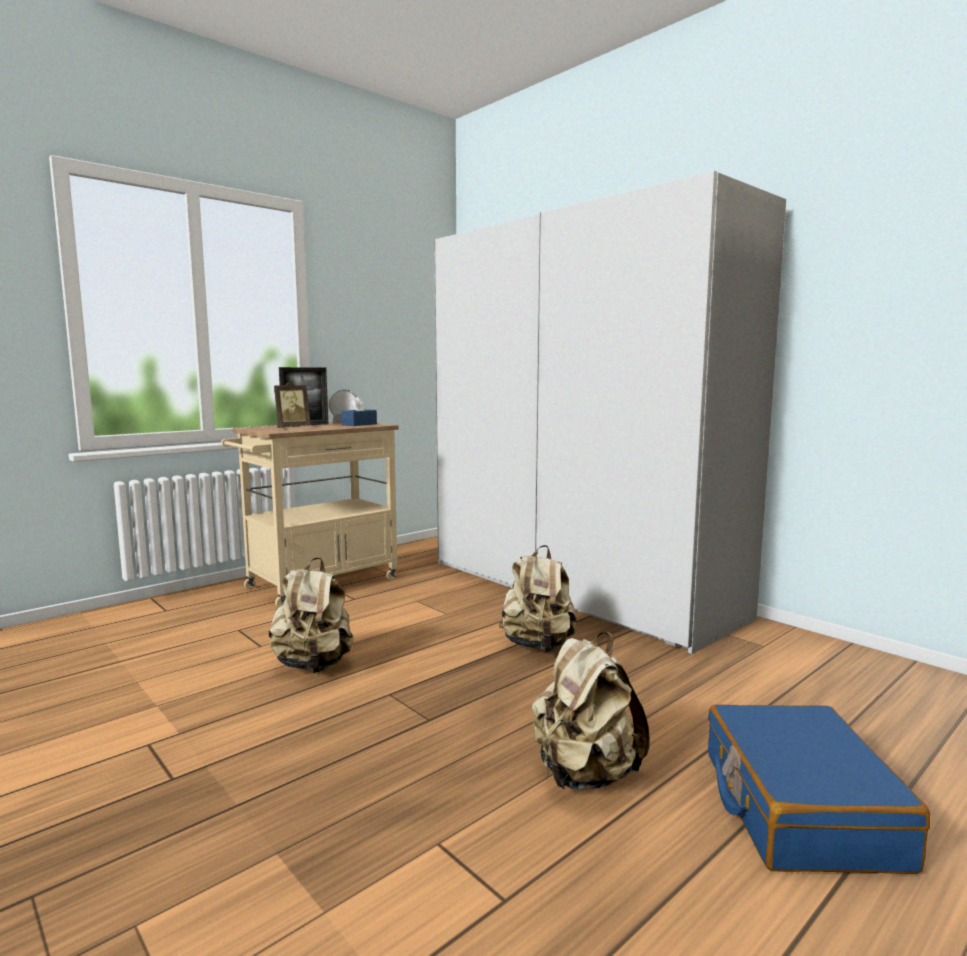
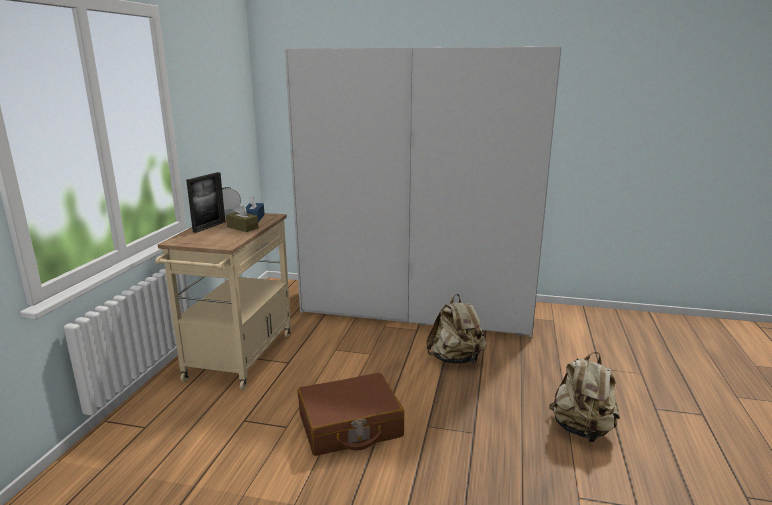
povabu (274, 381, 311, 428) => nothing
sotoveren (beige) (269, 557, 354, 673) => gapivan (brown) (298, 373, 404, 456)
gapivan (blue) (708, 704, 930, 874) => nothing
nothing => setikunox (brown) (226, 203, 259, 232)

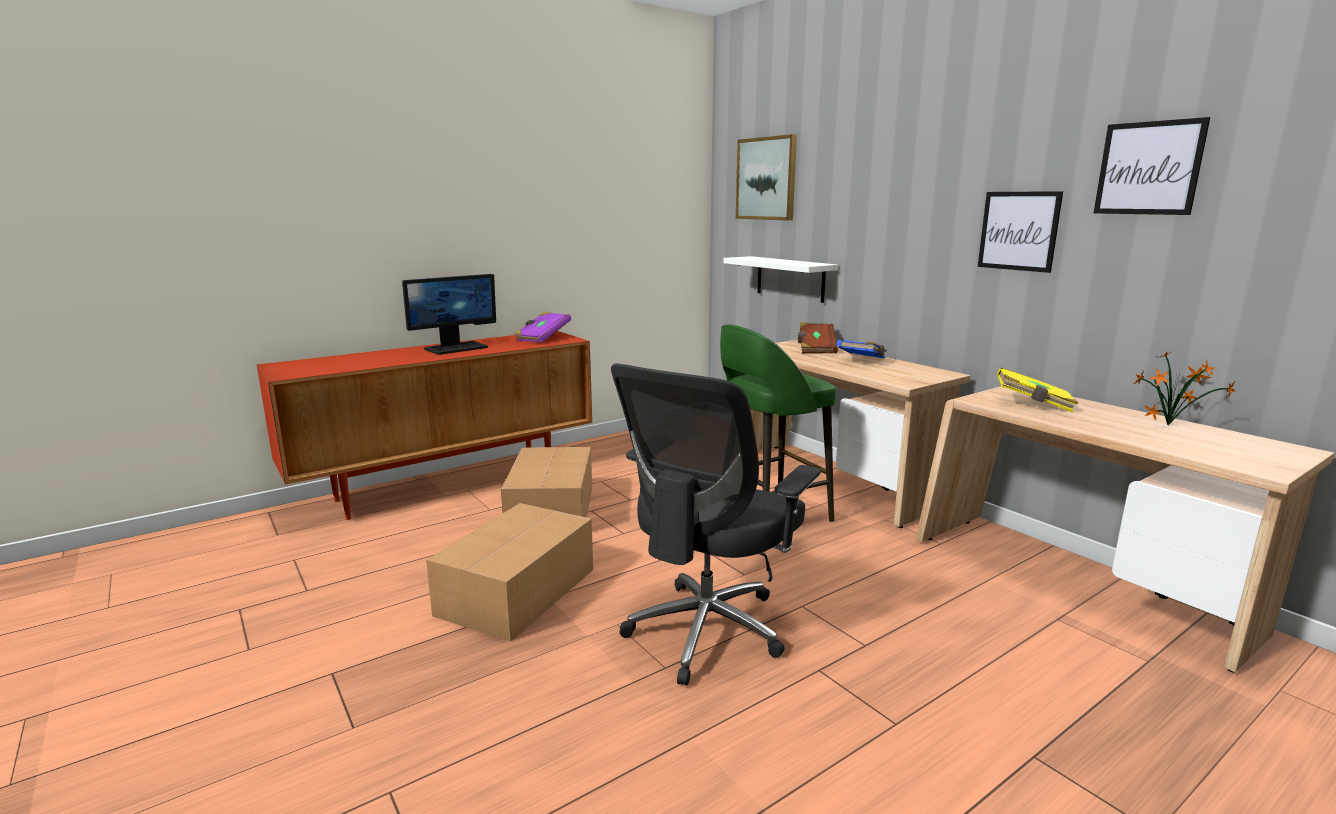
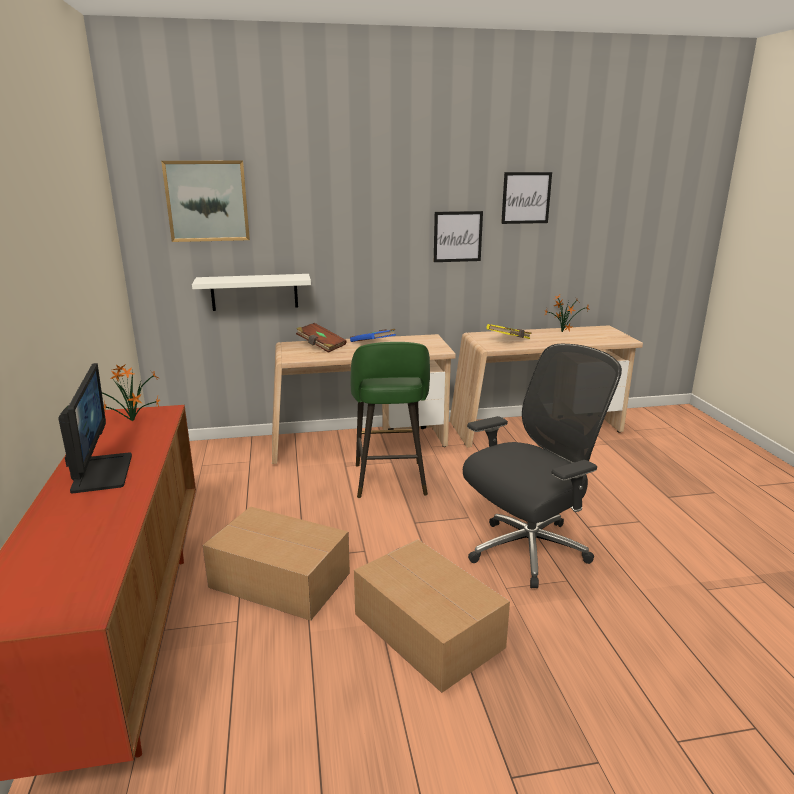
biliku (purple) (514, 312, 571, 343) => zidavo (102, 364, 160, 422)
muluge (611, 363, 821, 685) => muluge (463, 344, 622, 588), 90 degrees counterclockwise

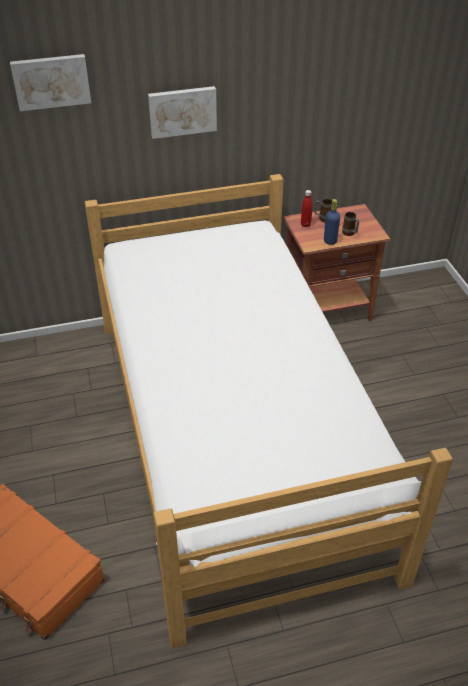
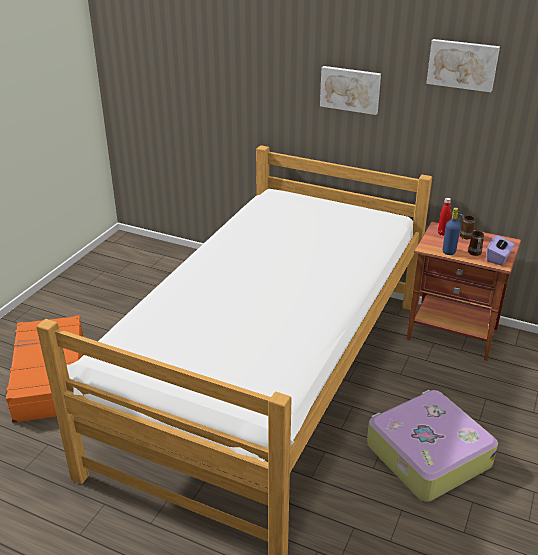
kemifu (10, 54, 91, 111) => kemifu (426, 39, 500, 92), moved
nothing => setikunox (purple) (486, 235, 515, 266)
nothing => gapivan (367, 390, 498, 502)

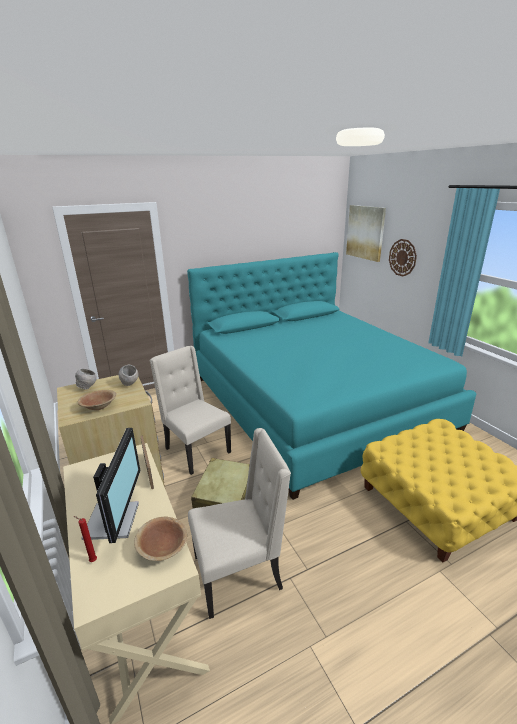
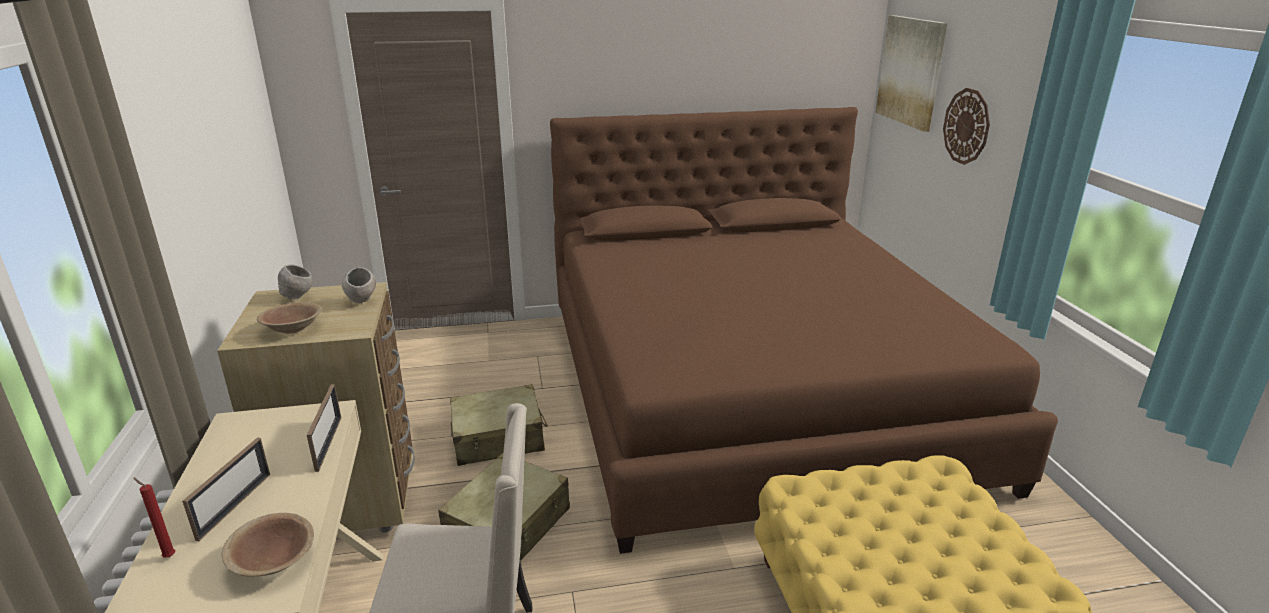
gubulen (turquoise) (187, 252, 476, 500) => gubulen (brown) (550, 107, 1058, 554)
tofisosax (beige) (150, 346, 231, 475) => gapivan (beige) (450, 384, 548, 466)
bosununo (81, 428, 141, 543) => povabu (182, 438, 270, 541)

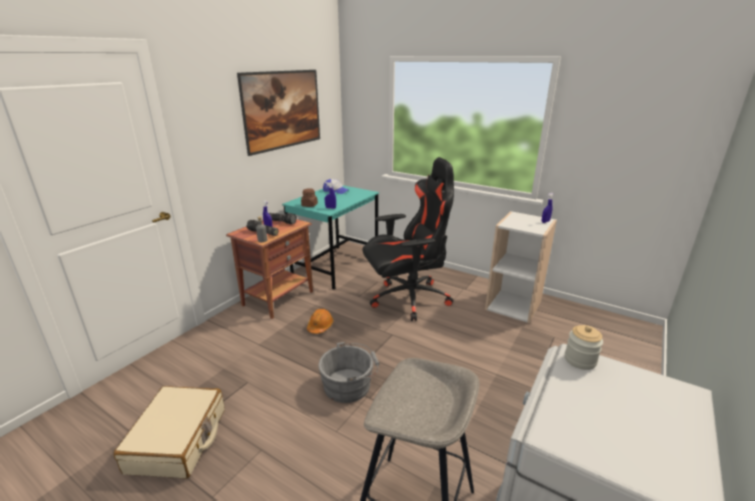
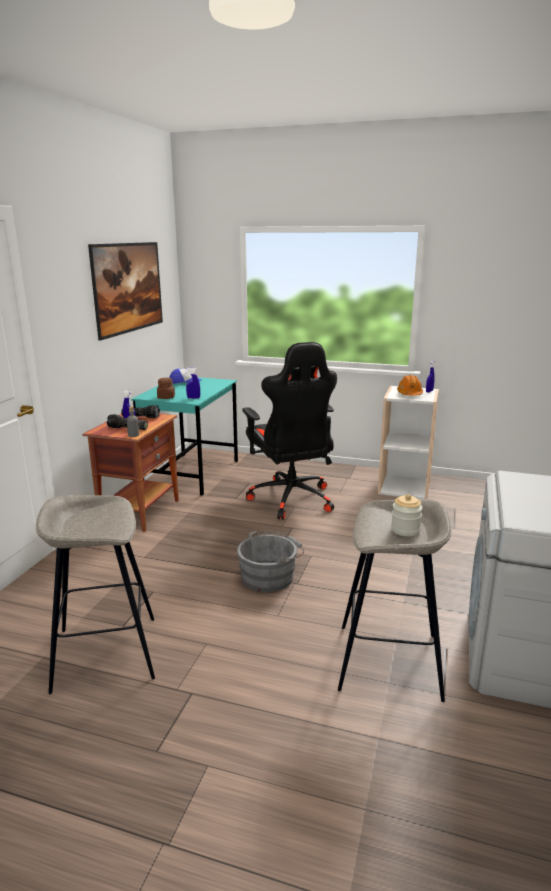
muluge (black) (362, 157, 454, 321) => muluge (black) (242, 342, 337, 520), 105 degrees clockwise
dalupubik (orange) (307, 309, 334, 334) => dalupubik (orange) (397, 375, 423, 396), moved
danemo (565, 325, 603, 370) => danemo (391, 494, 422, 536), moved
gapivan (beige) (114, 386, 225, 479) => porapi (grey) (36, 495, 155, 694)

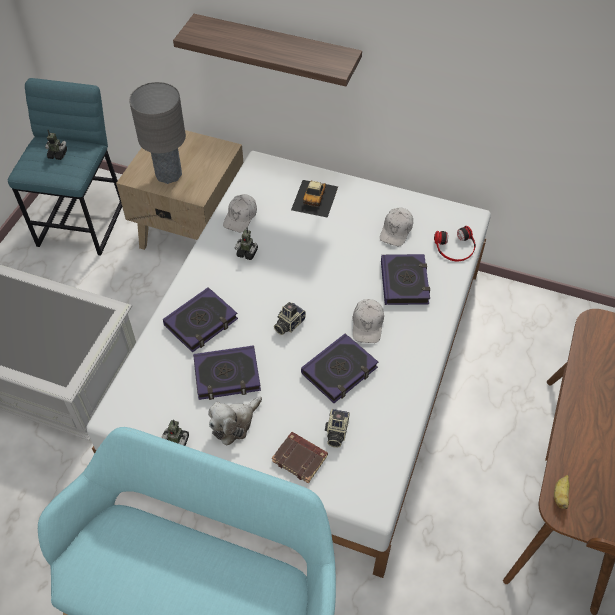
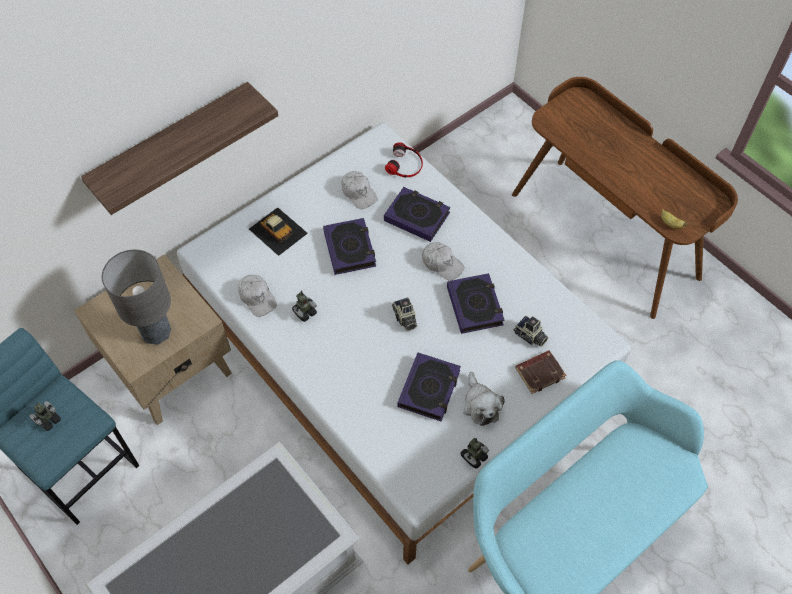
biliku (163, 287, 238, 353) => biliku (323, 218, 376, 275), moved

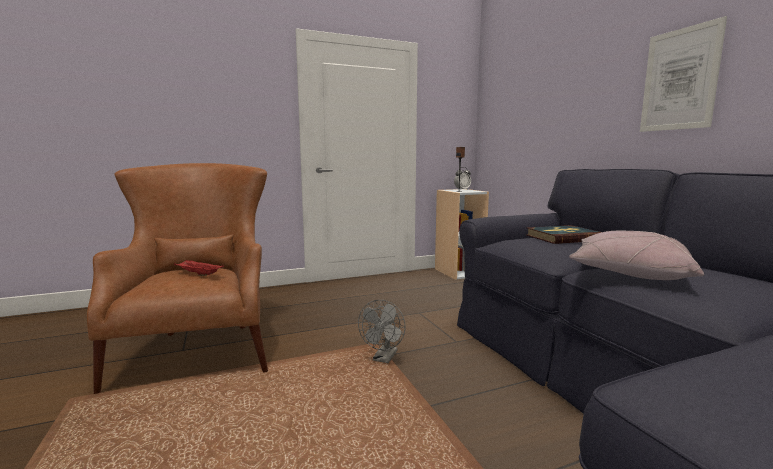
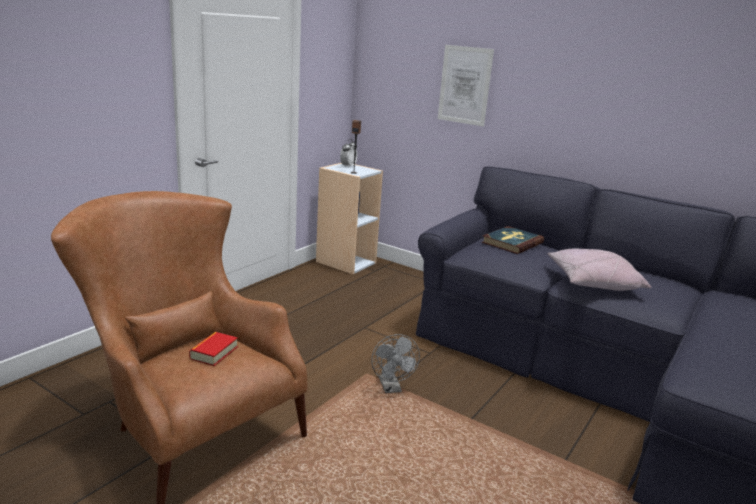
kemifu (640, 16, 727, 132) => kemifu (438, 45, 494, 126), moved
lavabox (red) (174, 259, 224, 276) => biliku (189, 332, 238, 366)

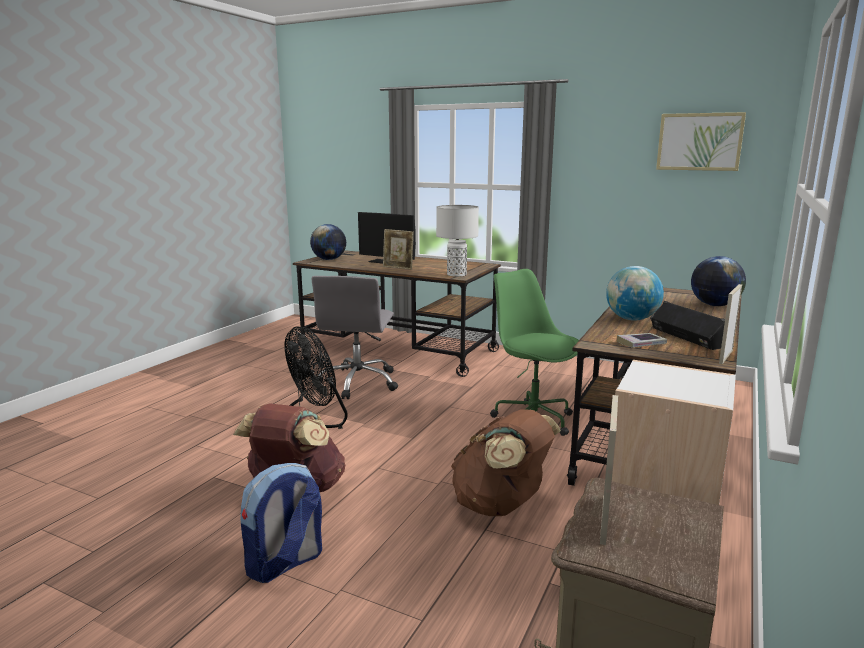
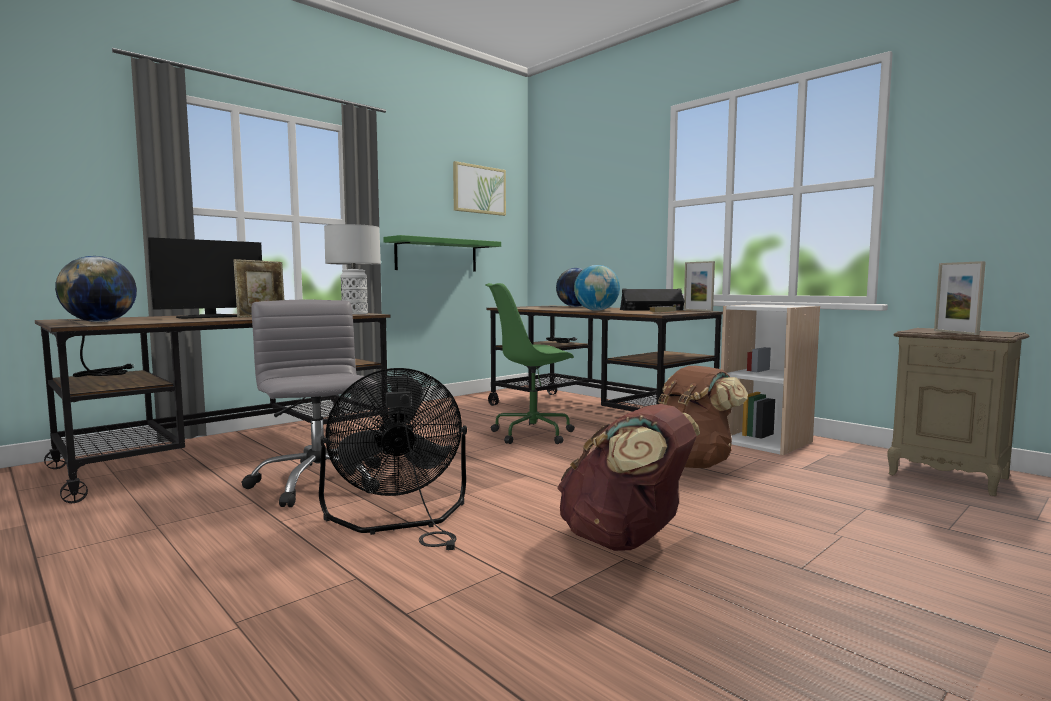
muluge (grey) (311, 276, 398, 399) => muluge (grey) (241, 299, 381, 507), 150 degrees counterclockwise
povabu (600, 395, 618, 545) => povabu (934, 261, 986, 335), 45 degrees clockwise
sotoveren (240, 463, 322, 583) => nothing
nothing => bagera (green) (383, 235, 501, 272)

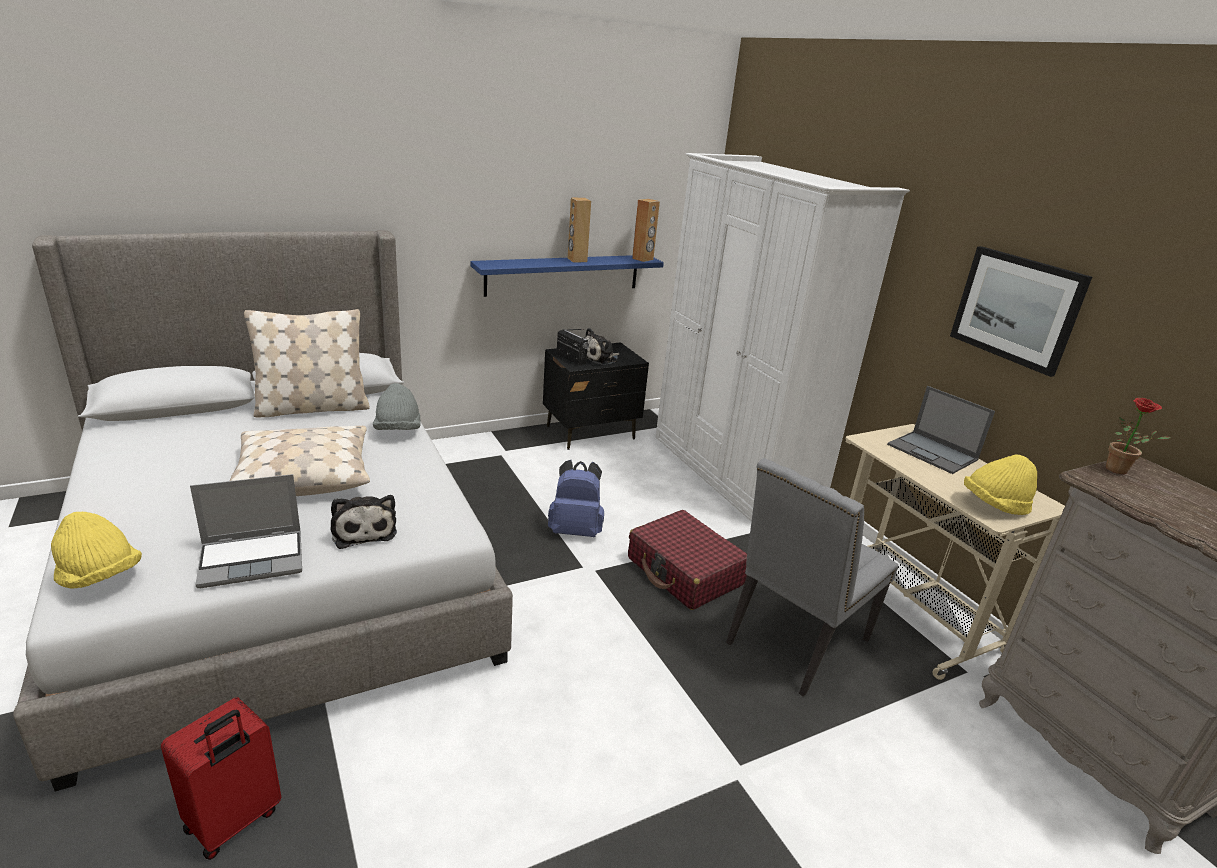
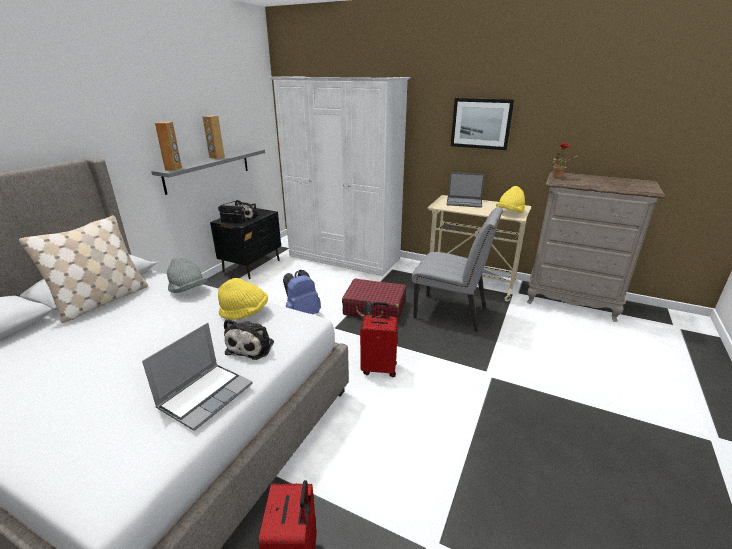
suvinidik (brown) (632, 199, 660, 262) => suvinidik (brown) (155, 122, 182, 171), moved
bagera (blue) (471, 255, 664, 297) => bagera (grey) (151, 148, 265, 195)
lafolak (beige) (230, 426, 370, 496) => nothing
tofisosax (grey) (726, 458, 898, 697) => tofisosax (grey) (412, 207, 503, 332), 75 degrees counterclockwise
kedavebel (330, 495, 397, 549) => kedavebel (224, 319, 274, 360), 75 degrees clockwise
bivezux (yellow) (51, 511, 142, 589) => bivezux (yellow) (218, 278, 268, 320), moved
nothing => gapivan (red) (360, 302, 398, 377)

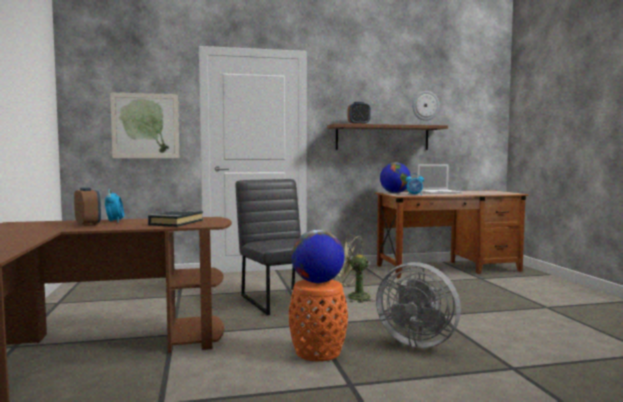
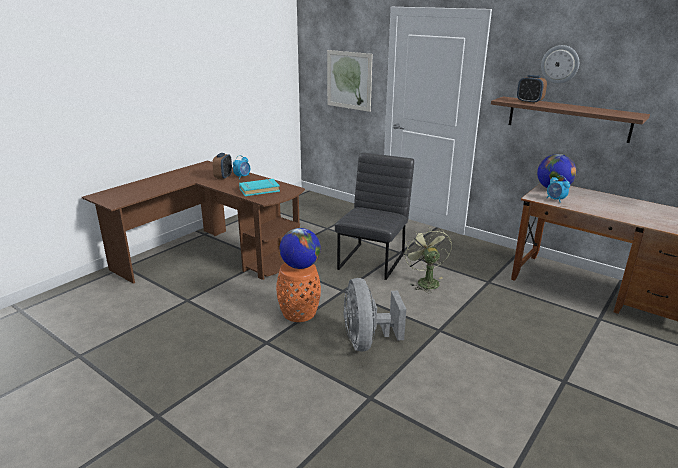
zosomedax (412, 91, 440, 121) => zosomedax (541, 45, 579, 84), moved
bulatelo (417, 164, 462, 194) => nothing
biliku (black) (148, 210, 203, 227) => biliku (turquoise) (239, 179, 280, 196)

